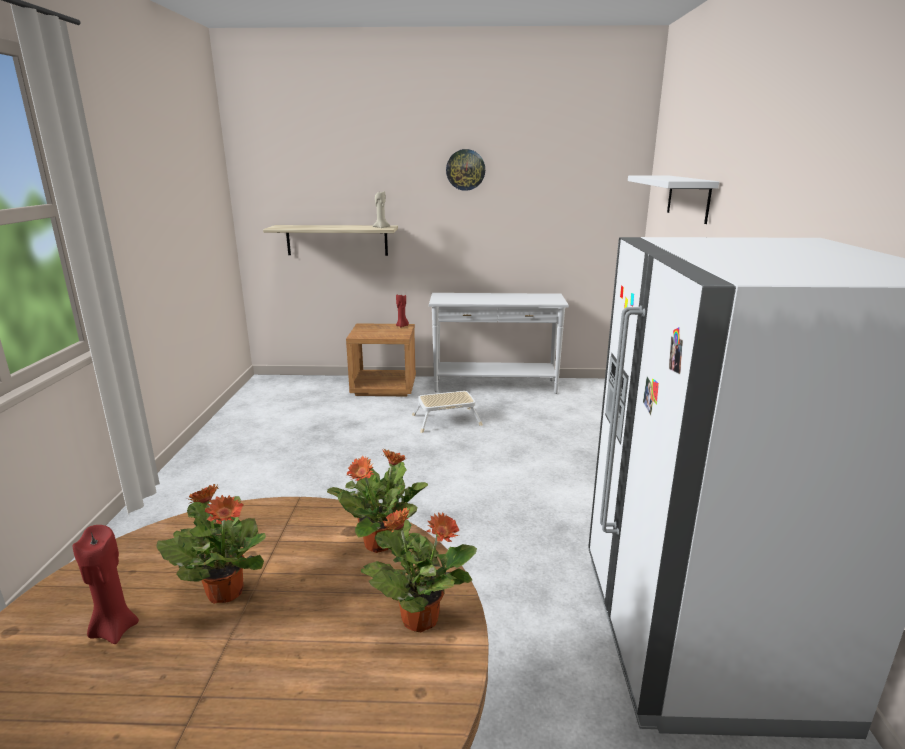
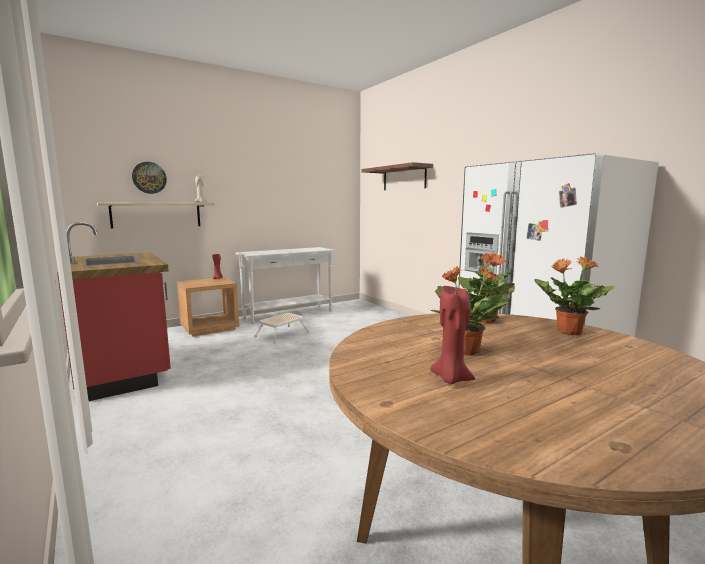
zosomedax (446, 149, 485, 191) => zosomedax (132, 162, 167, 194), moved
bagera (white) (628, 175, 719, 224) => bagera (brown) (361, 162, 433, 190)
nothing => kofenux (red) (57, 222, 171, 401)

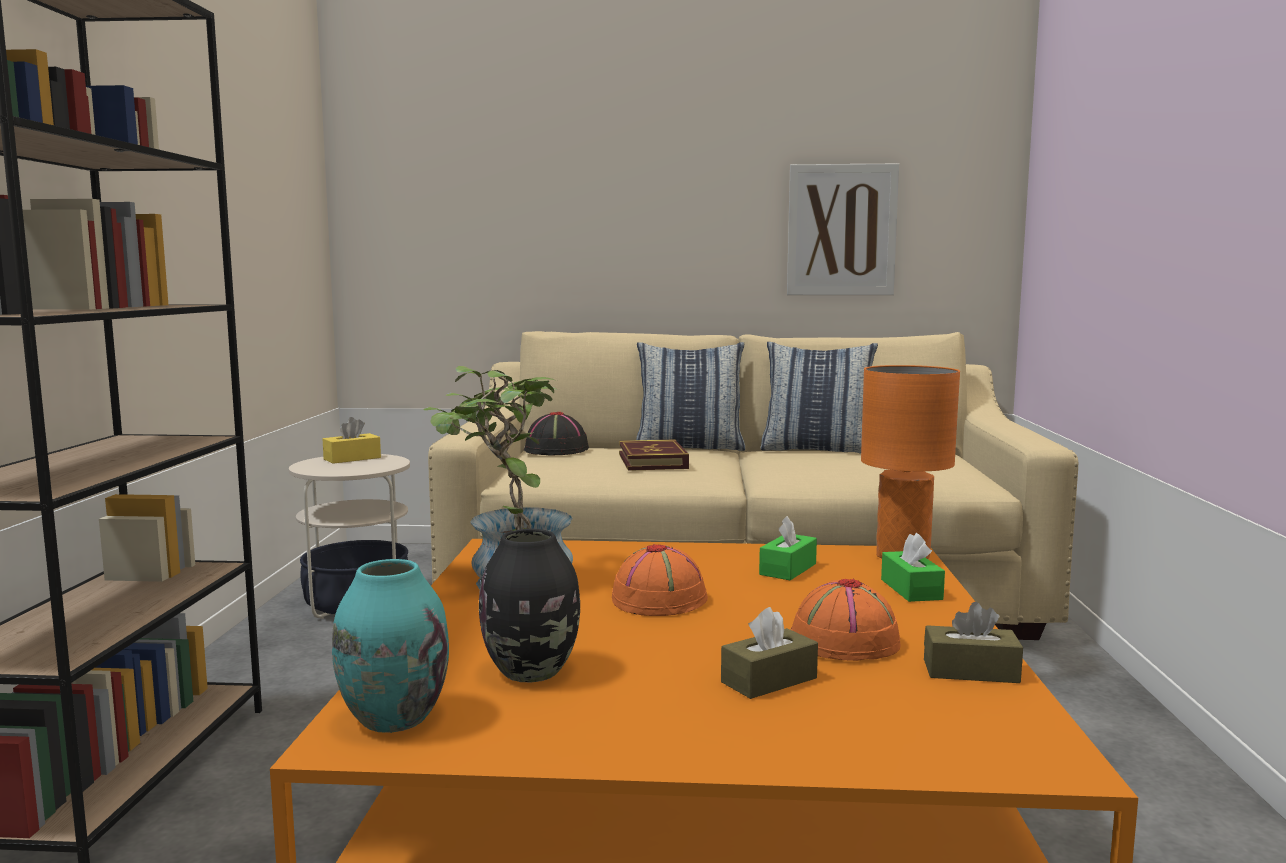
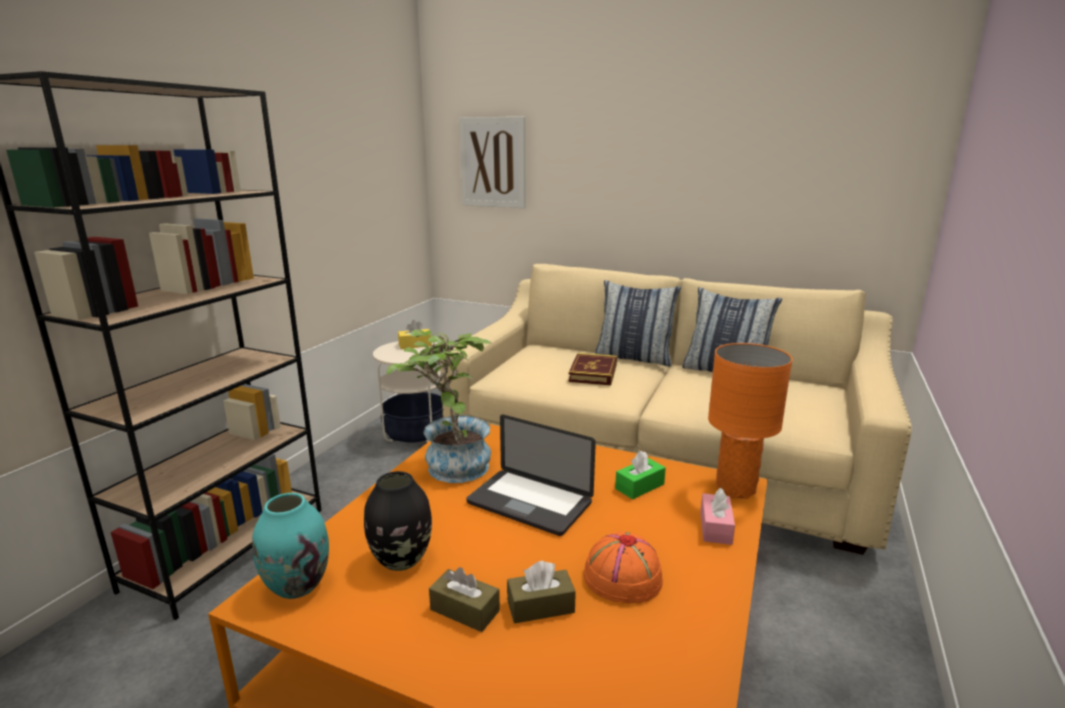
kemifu (787, 164, 899, 295) => kemifu (459, 117, 525, 208), moved
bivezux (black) (524, 412, 589, 456) => nothing
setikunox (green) (881, 533, 945, 602) => setikunox (pink) (700, 488, 735, 545)
bivezux (orange) (612, 544, 708, 616) => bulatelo (466, 415, 596, 536)
setikunox (brown) (924, 602, 1023, 683) => setikunox (brown) (429, 567, 500, 632), moved

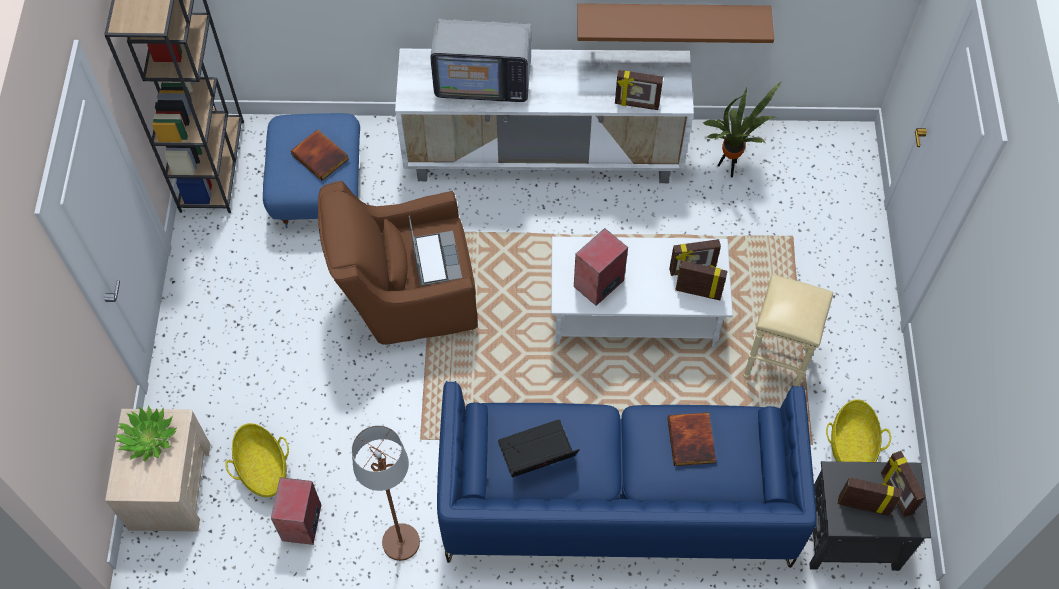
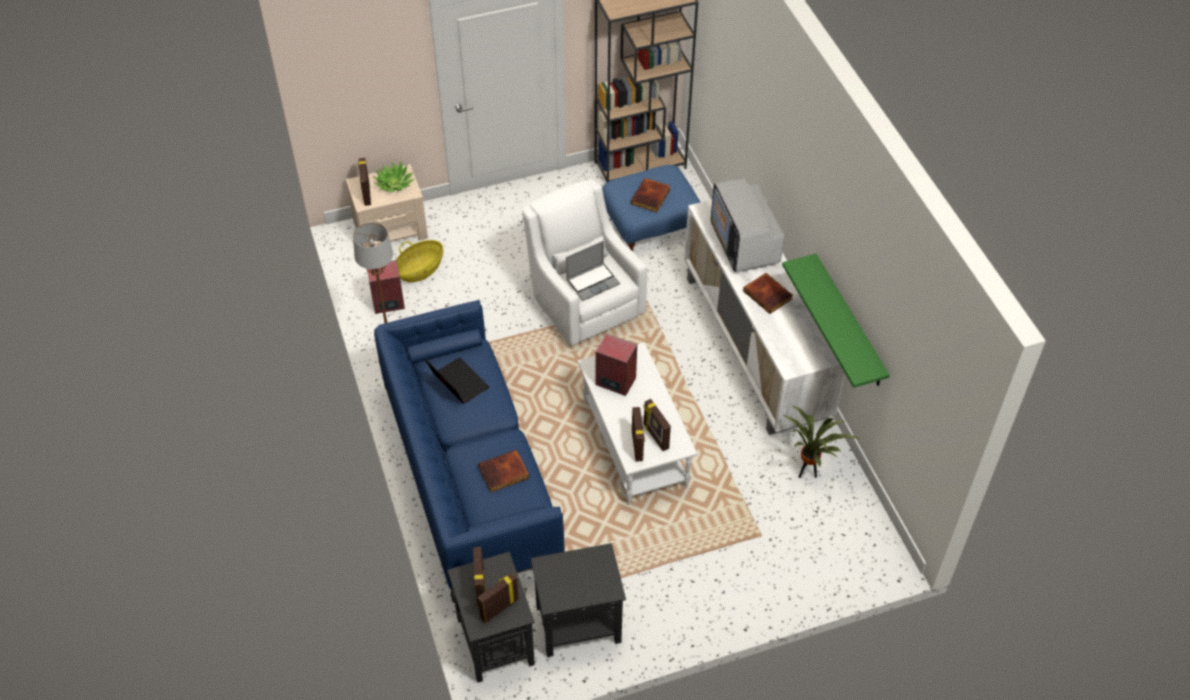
bagera (brown) (577, 3, 774, 43) => bagera (green) (782, 254, 890, 388)
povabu (615, 70, 663, 110) => povabu (358, 158, 371, 206), moved
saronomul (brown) (318, 181, 478, 345) => saronomul (white) (522, 179, 647, 346)
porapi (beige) (743, 275, 833, 386) => nothing
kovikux (826, 399, 891, 462) => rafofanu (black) (530, 543, 626, 657)
nothing => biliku (743, 273, 793, 314)

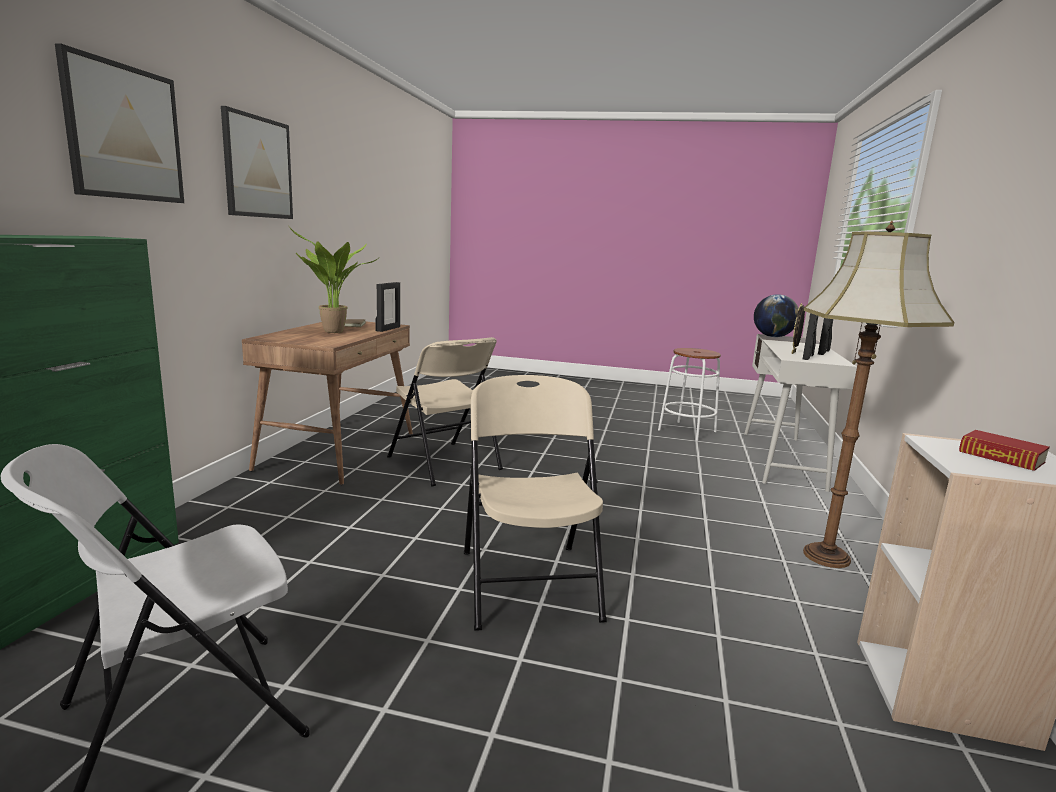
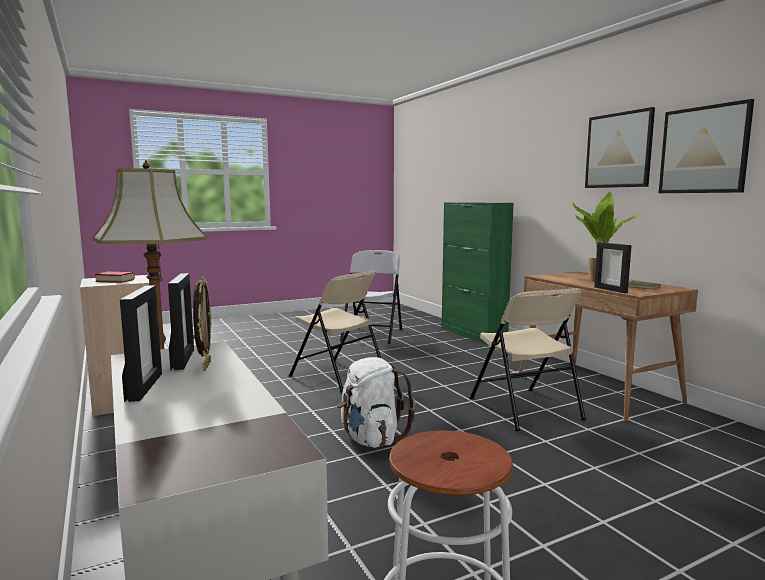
kemifu (55, 43, 184, 203) => kemifu (659, 99, 754, 193), moved
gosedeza (754, 294, 799, 337) => nothing
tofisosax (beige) (387, 337, 503, 487) => tofisosax (beige) (470, 288, 586, 431), 120 degrees counterclockwise
nothing => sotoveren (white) (337, 357, 415, 448)

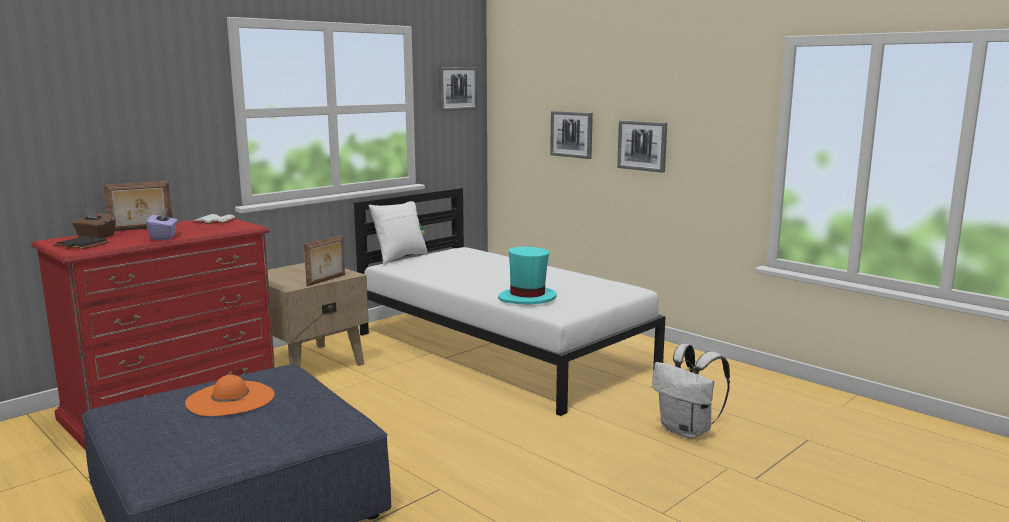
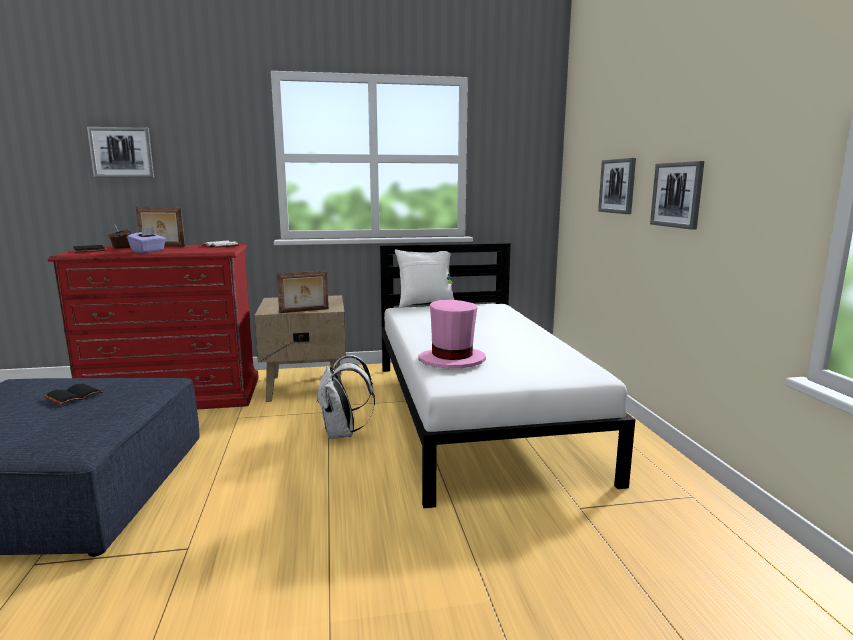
kemifu (439, 67, 478, 111) => kemifu (87, 127, 154, 178), moved
bivezux (turquoise) (498, 247, 557, 304) => bivezux (pink) (418, 300, 486, 368)
sotoveren (white) (652, 344, 730, 439) => sotoveren (white) (317, 355, 375, 439), moved
bivezux (orange) (185, 375, 274, 416) => biliku (black) (44, 384, 103, 405)

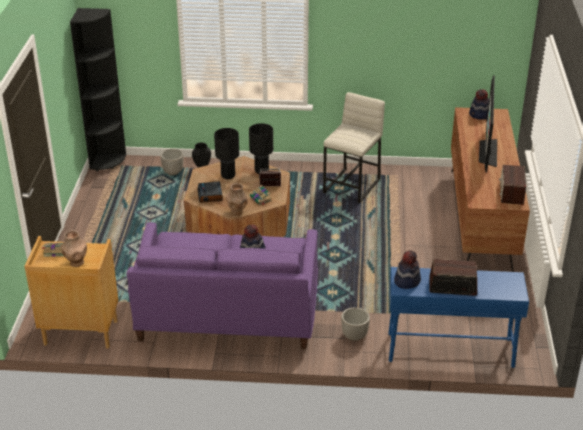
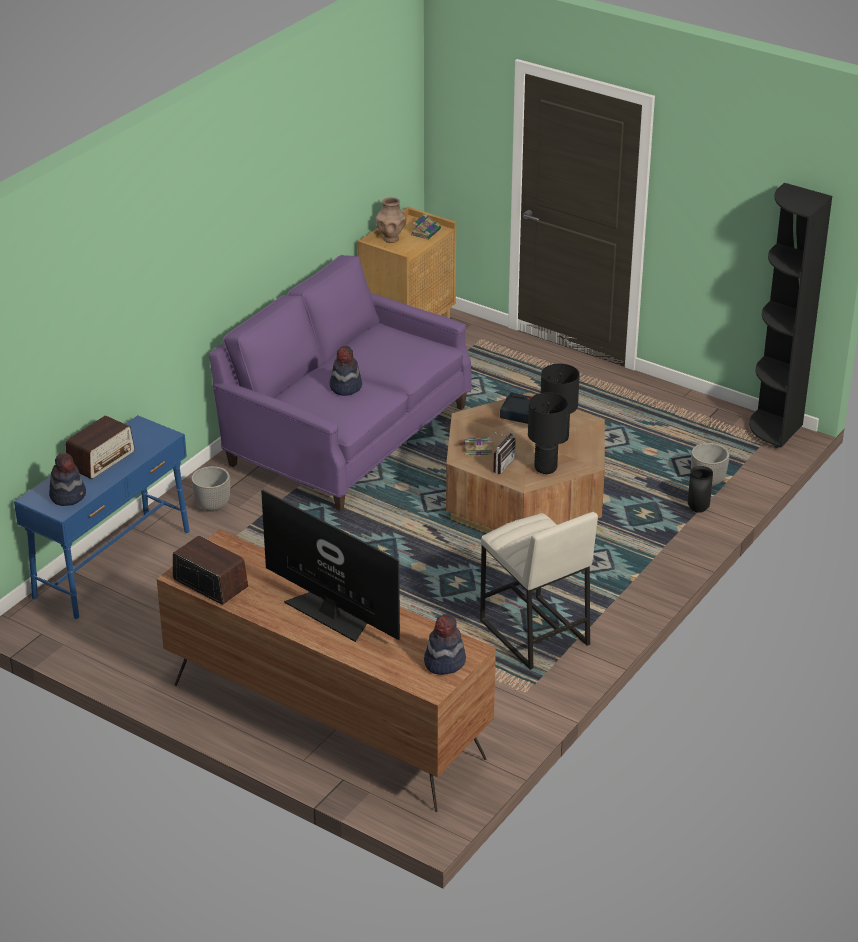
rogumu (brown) (226, 183, 248, 216) => nothing
bivezux (394, 250, 421, 289) => bivezux (49, 453, 86, 506), moved

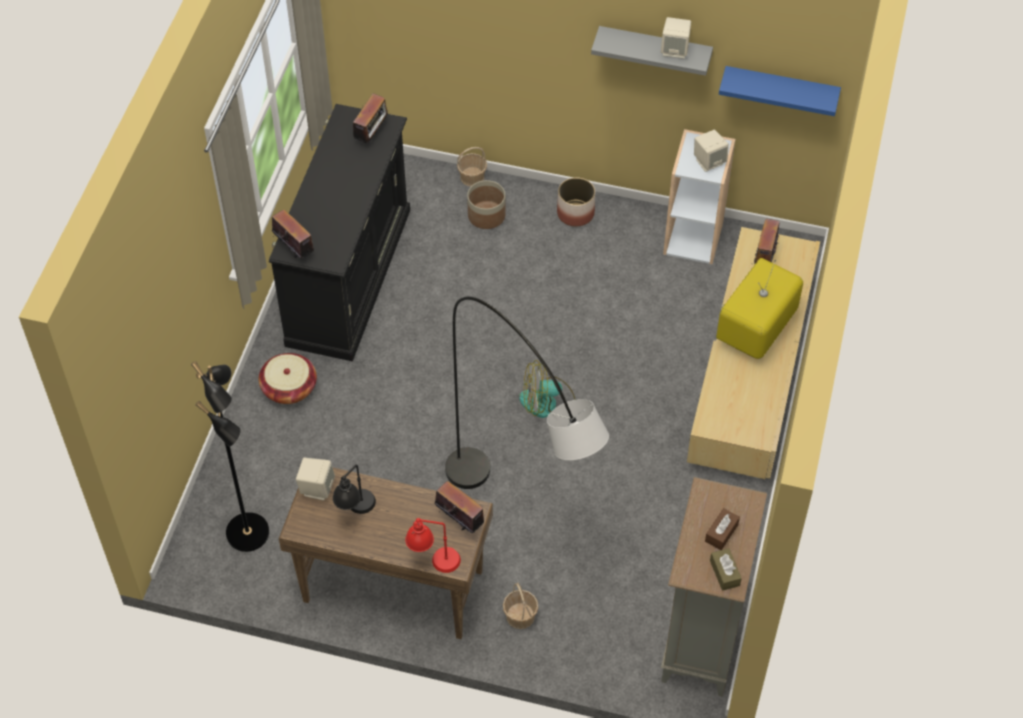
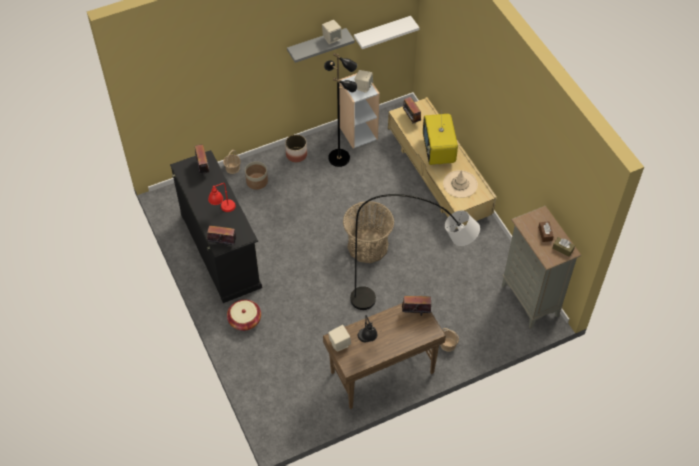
bagera (blue) (719, 66, 841, 116) => bagera (white) (354, 16, 420, 49)
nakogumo (519, 360, 576, 418) => kovikux (343, 201, 394, 263)
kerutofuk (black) (191, 361, 269, 552) => kerutofuk (black) (324, 53, 357, 167), moved
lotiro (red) (405, 518, 461, 573) => lotiro (red) (208, 183, 236, 212), moved
nothing => bivezux (beige) (443, 170, 478, 198)

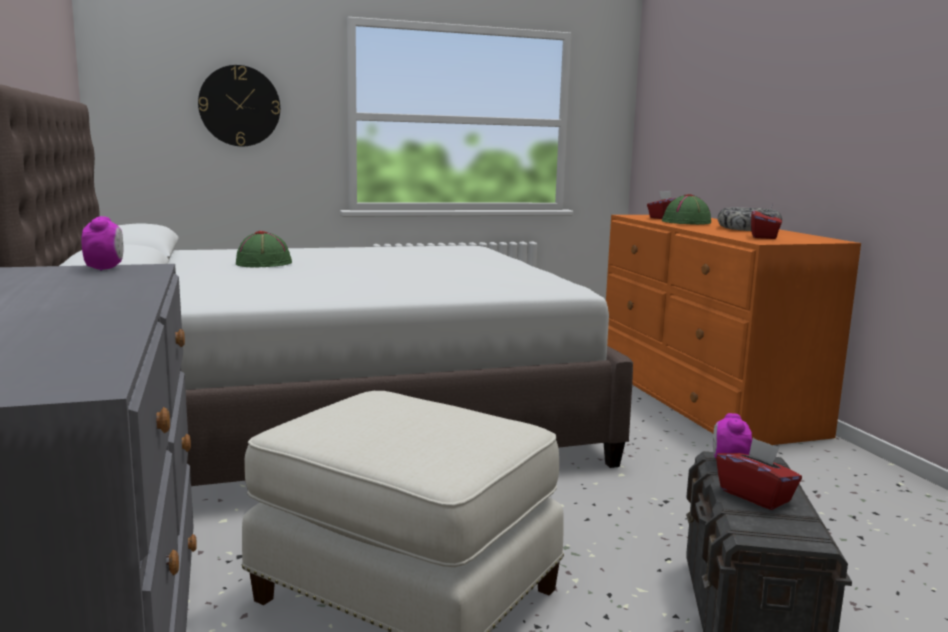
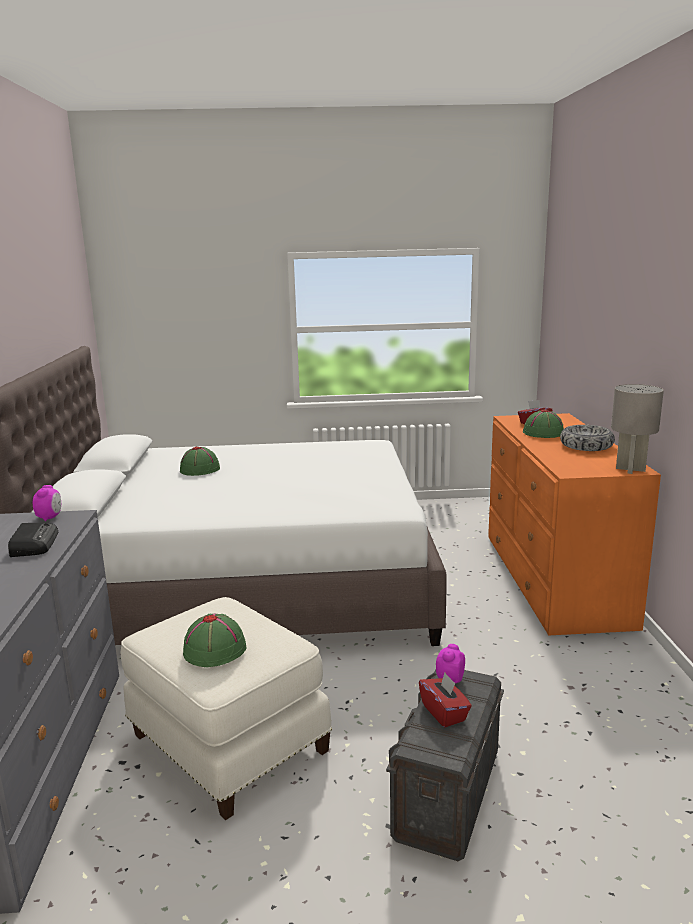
zosomedax (198, 65, 280, 146) => nothing
setikunox (red) (751, 205, 782, 239) => nothing
nothing => lotiro (grey) (611, 384, 664, 474)
nothing => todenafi (8, 523, 58, 557)
nothing => bivezux (green) (183, 614, 246, 667)

